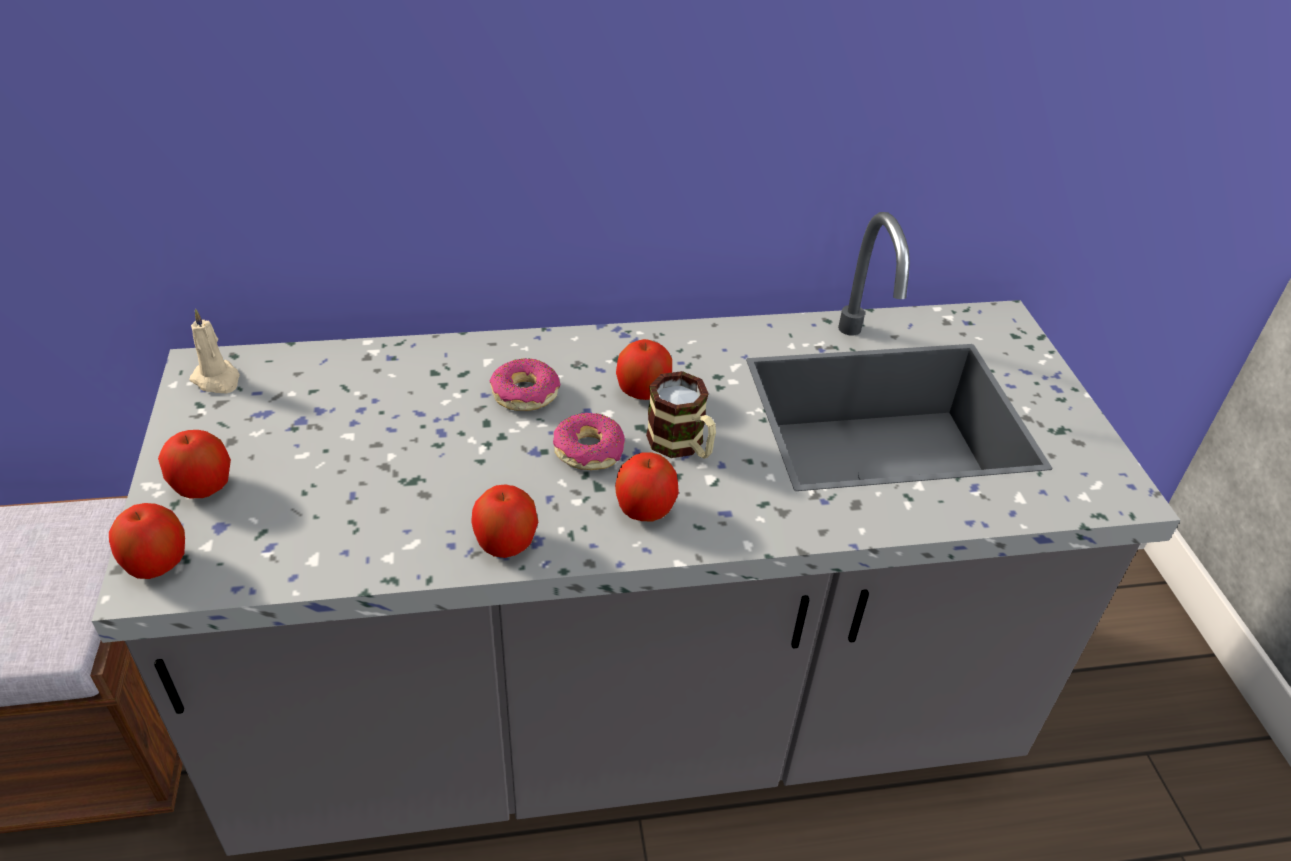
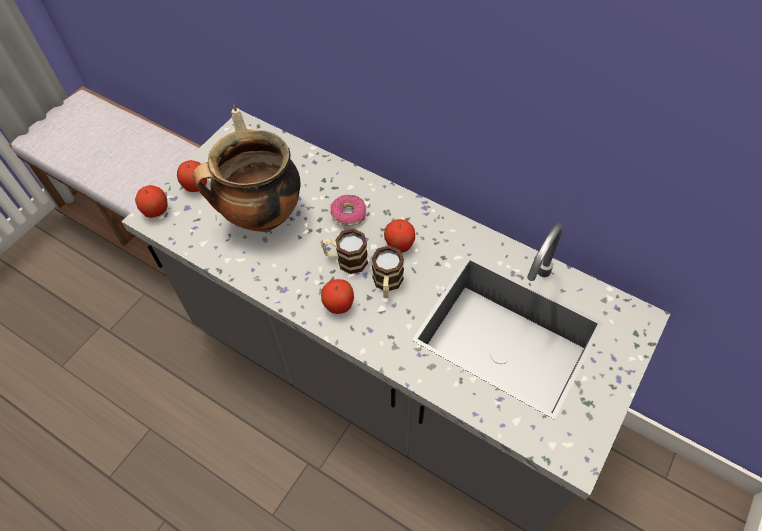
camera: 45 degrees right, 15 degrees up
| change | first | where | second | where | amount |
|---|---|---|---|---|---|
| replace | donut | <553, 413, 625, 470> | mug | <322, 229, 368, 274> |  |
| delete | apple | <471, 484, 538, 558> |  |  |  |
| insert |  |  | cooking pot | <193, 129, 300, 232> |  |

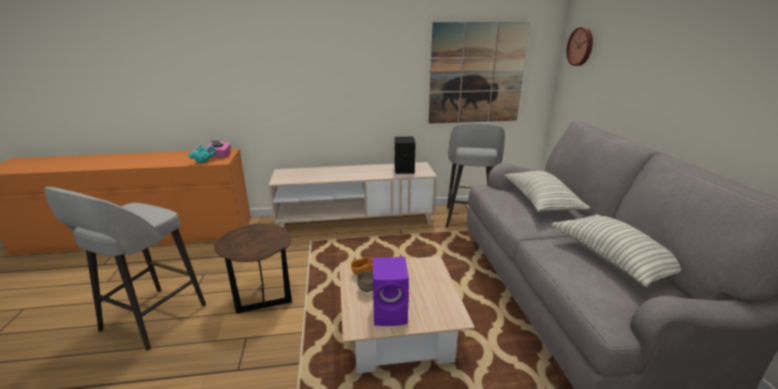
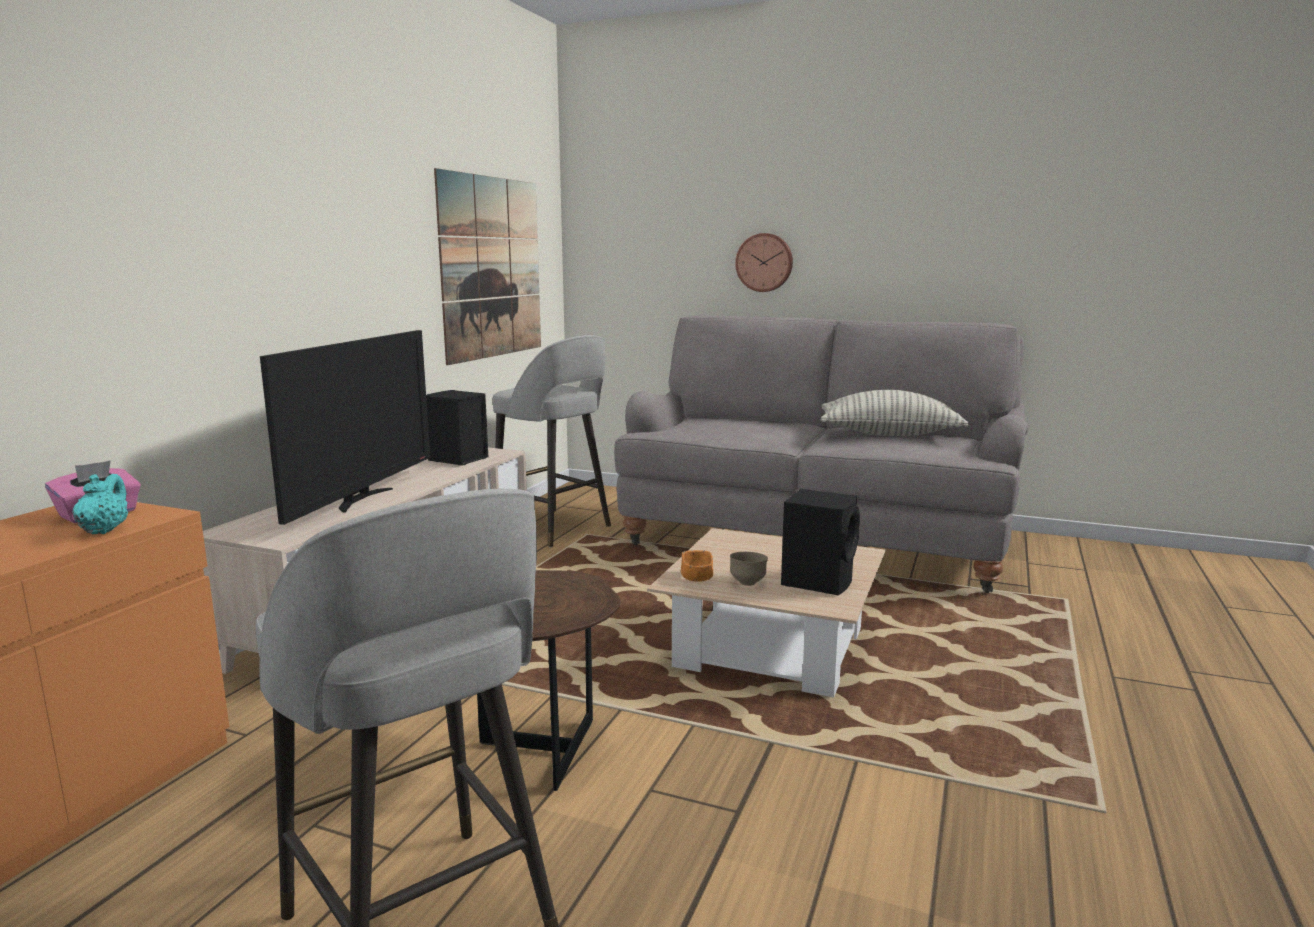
camera: 60 degrees left, 10 degrees down
| change | first | where | second | where | amount |
|---|---|---|---|---|---|
| move | wall clock | <566, 27, 593, 66> |  | <735, 233, 793, 292> |  |
| delete | pillow | <504, 171, 590, 212> |  |  |  |
| recolor | speaker (purple) | <373, 257, 409, 326> | speaker (black) | <781, 489, 860, 595> |  |
| insert |  |  | television | <260, 330, 430, 525> |  |

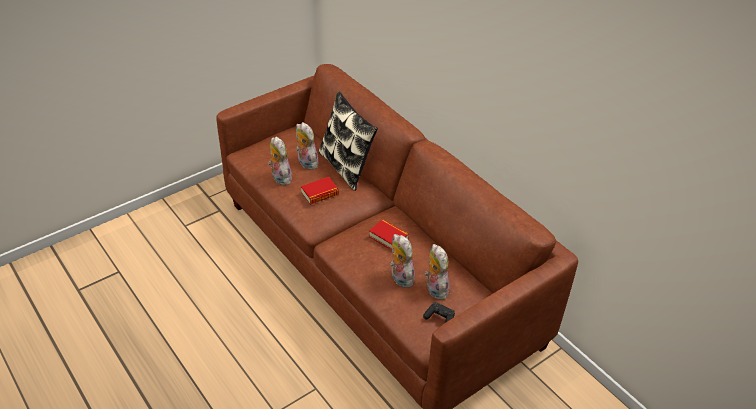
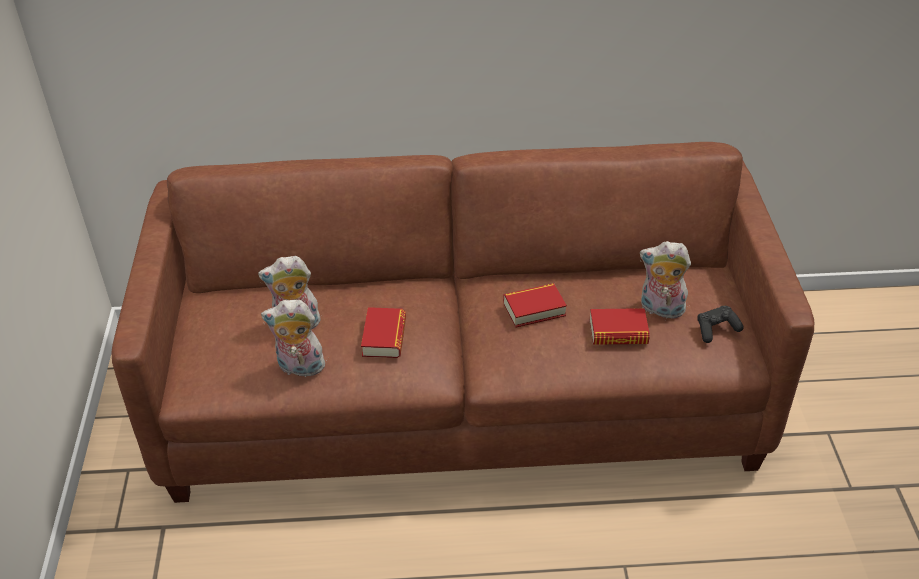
camera: 55 degrees left, 0 degrees up
| change | first | where | second | where | amount |
|---|---|---|---|---|---|
| delete | pillow | <318, 92, 378, 191> |  |  |  |
| replace | plush toy | <390, 234, 416, 288> | book | <589, 308, 650, 345> |  |

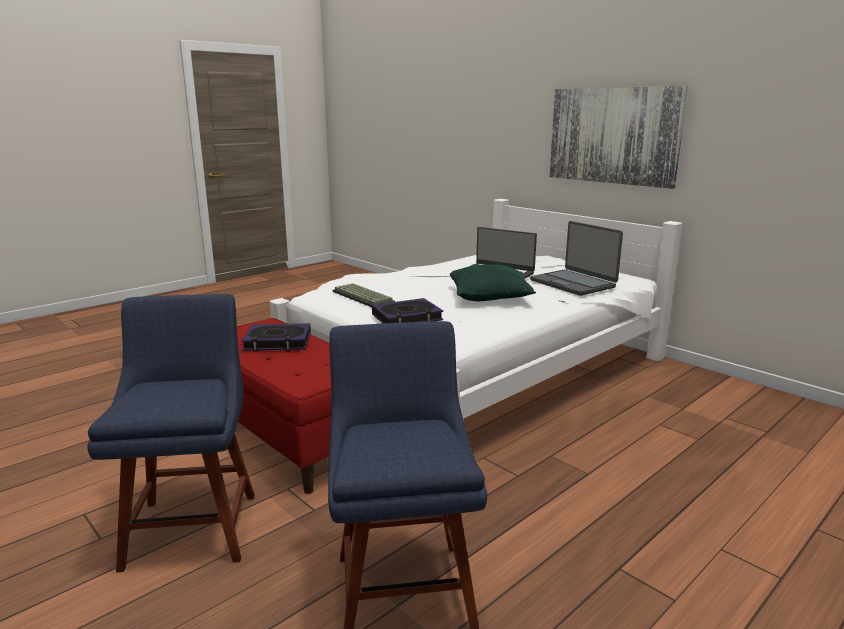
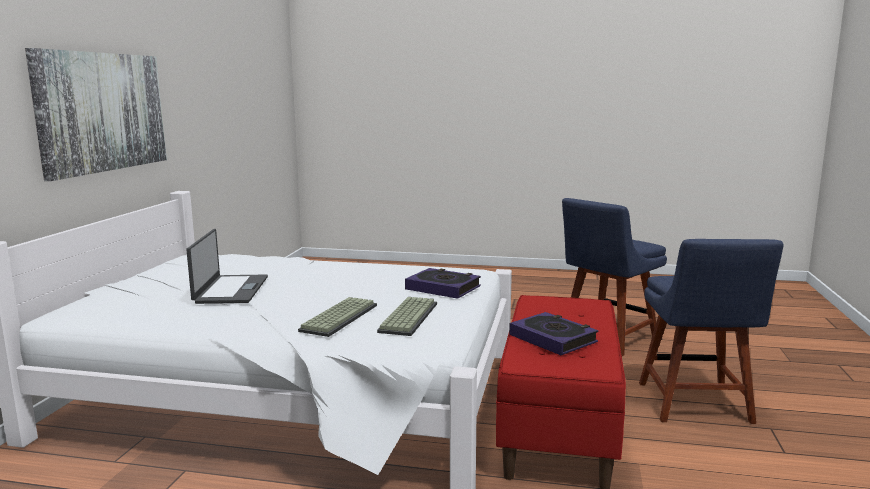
camera: 125 degrees left, 5 degrees down
| change | first | where | second | where | amount |
|---|---|---|---|---|---|
| delete | laptop | <530, 221, 623, 296> |  |  |  |
| delete | pillow (green) | <450, 265, 536, 301> |  |  |  |
| rotate | chair (blue) | <87, 294, 255, 573> |  | <639, 239, 784, 424> | 45 degrees counterclockwise |
| insert |  |  | keyboard | <298, 297, 377, 337> |  |

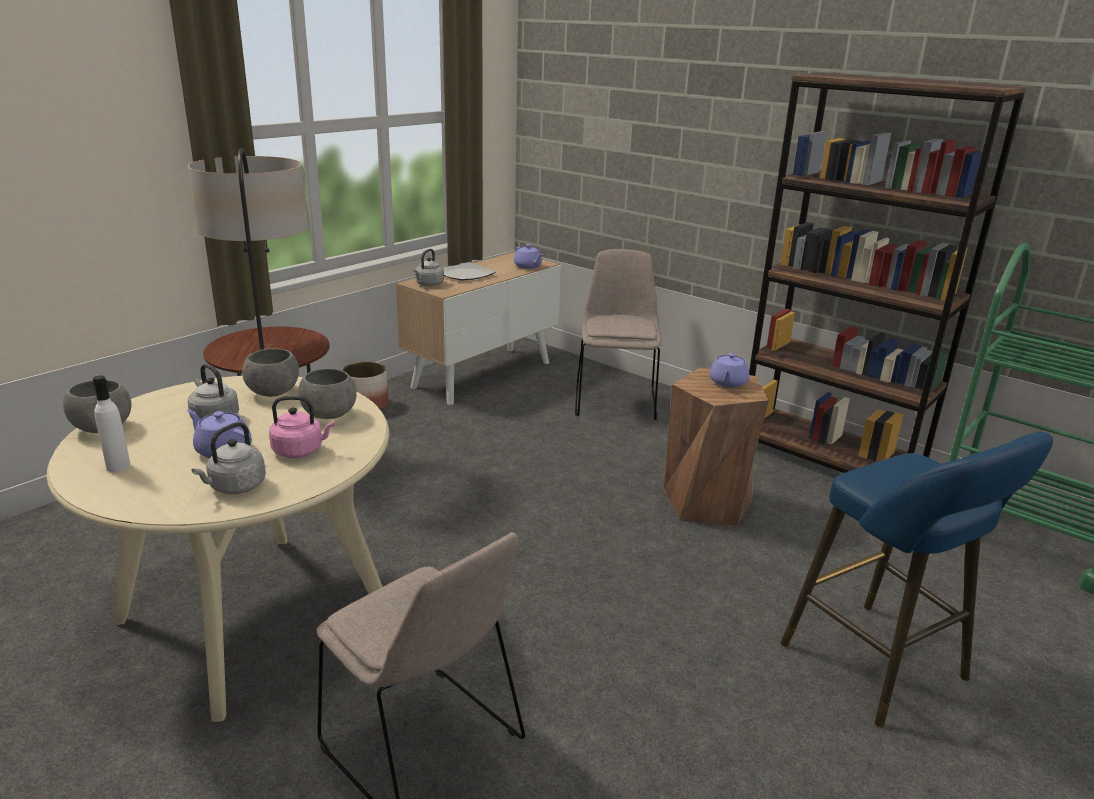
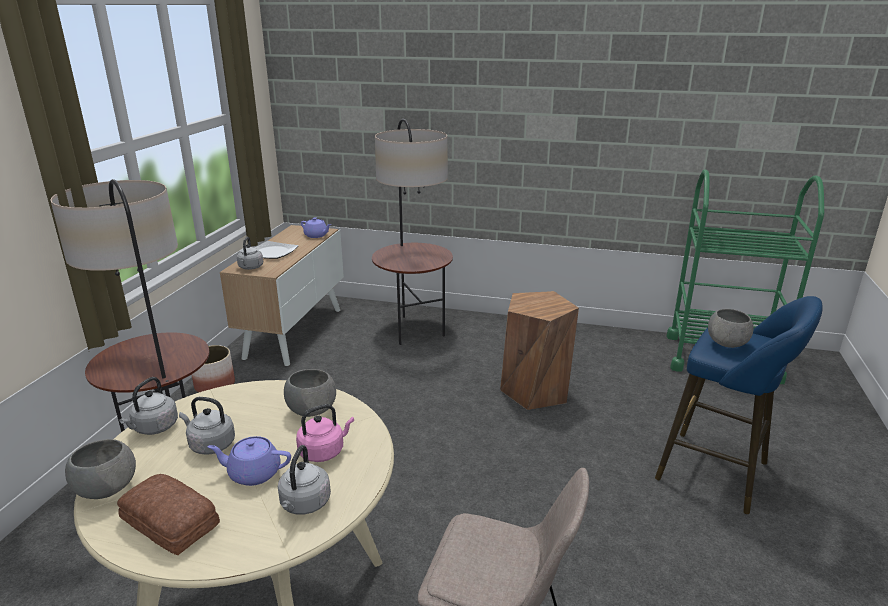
camera: 25 degrees left, 0 degrees up
| change | first | where | second | where | amount |
|---|---|---|---|---|---|
| delete | bookcase (brown) | <749, 73, 1028, 473> |  |  |  |
| replace | chair (beige) | <575, 249, 661, 420> | floor lamp | <372, 119, 453, 345> |  |
| move | bowl (grey) | <242, 348, 299, 397> |  | <708, 309, 754, 348> |  |
| delete | teapot (purple) | <709, 353, 749, 388> |  |  |  |
| replace | bottle (white) | <93, 375, 130, 472> | bread | <117, 474, 220, 555> |  |
| insert |  |  | kettle (grey) | <119, 377, 178, 435> |  |

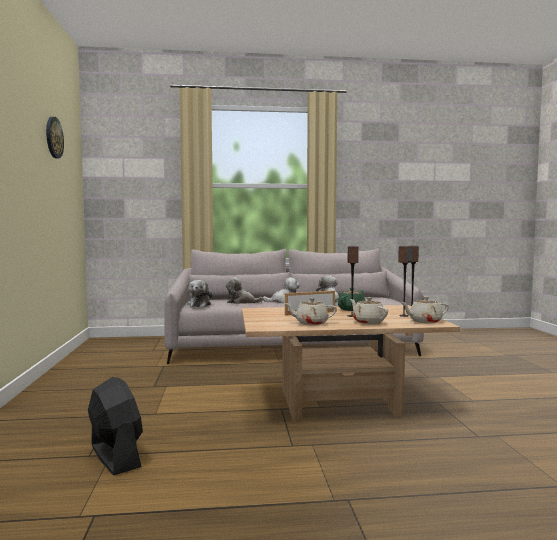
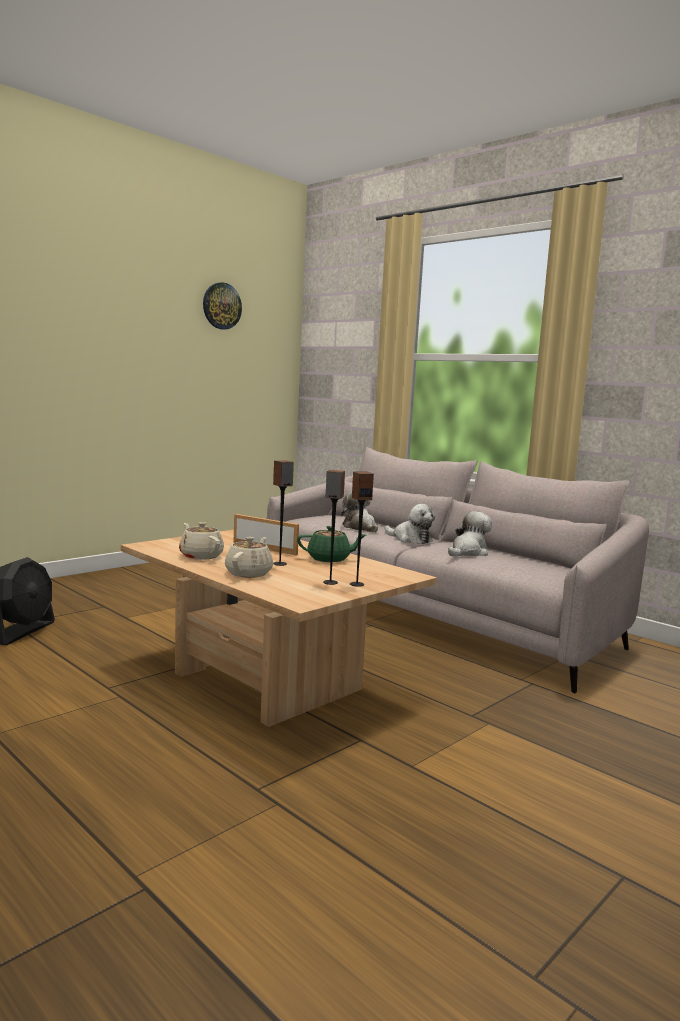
camera: 50 degrees right, 5 degrees up
| change | first | where | second | where | amount |
|---|---|---|---|---|---|
| delete | plush toy | <187, 280, 212, 307> |  |  |  |
| delete | teapot (beige) | <402, 296, 449, 323> |  |  |  |

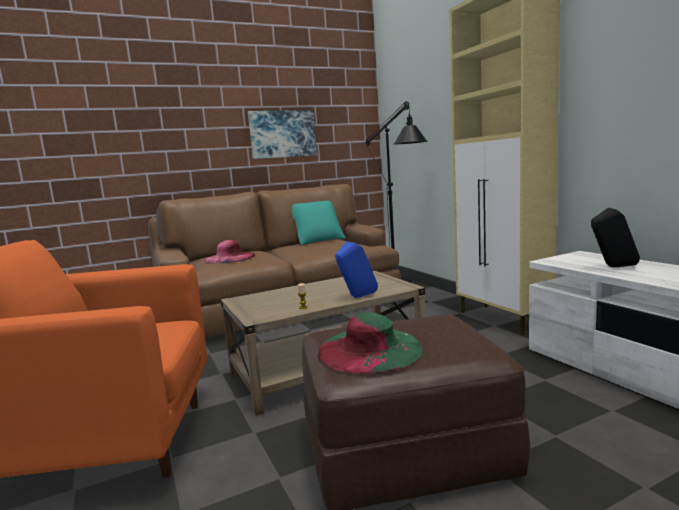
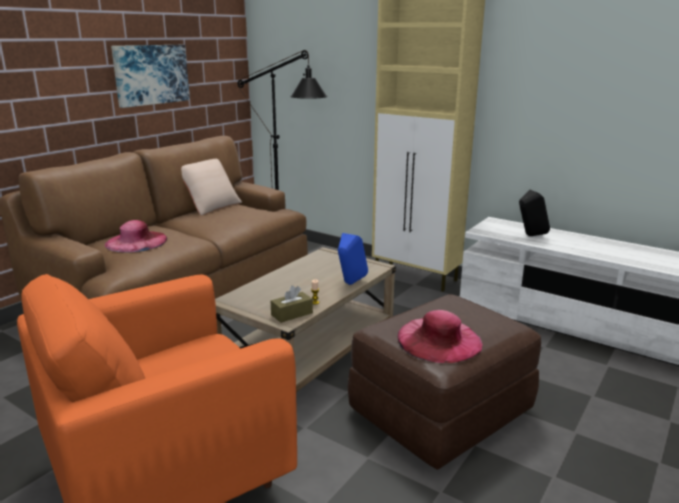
camera: 30 degrees left, 10 degrees up
| change | first | where | second | where | amount |
|---|---|---|---|---|---|
| recolor | pillow (turquoise) | <292, 201, 346, 245> | pillow (beige) | <181, 159, 242, 216> |  |
| recolor | hat (green) | <317, 313, 422, 373> | hat (pink) | <398, 310, 483, 363> |  |
| insert |  |  | tissue box (brown) | <271, 285, 313, 323> |  |

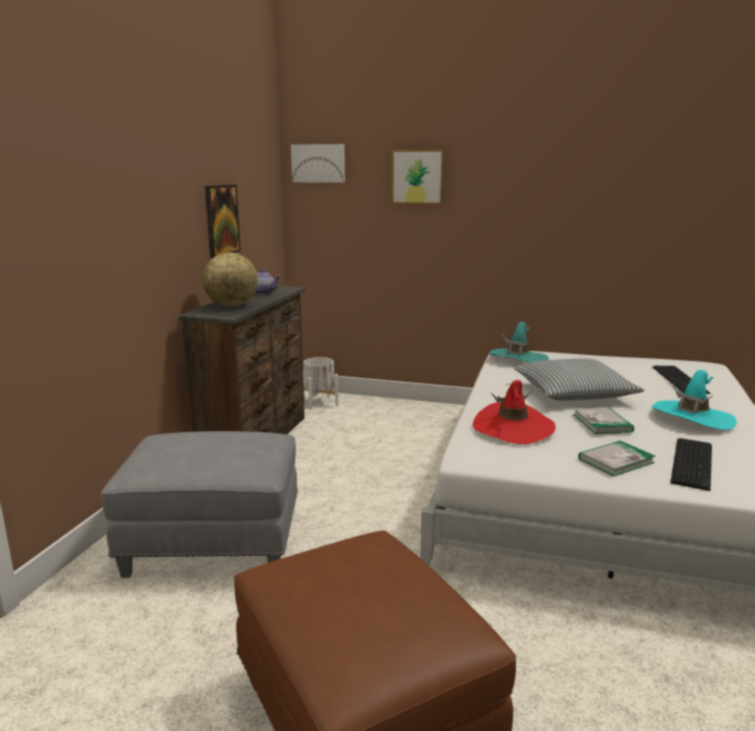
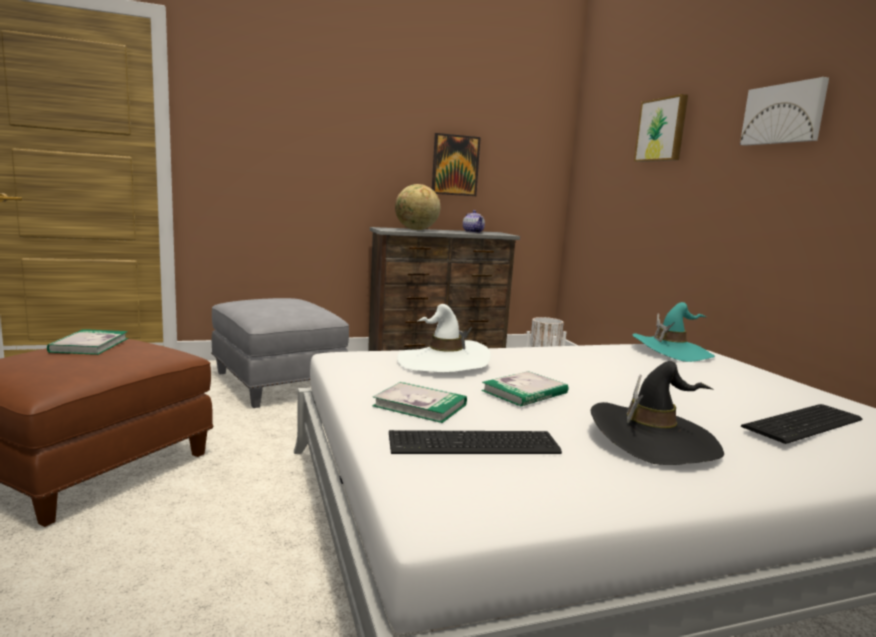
camera: 55 degrees right, 5 degrees down
| change | first | where | second | where | amount |
|---|---|---|---|---|---|
| move | picture | <291, 144, 345, 183> |  | <740, 77, 829, 146> |  |
| delete | pillow | <513, 358, 644, 401> |  |  |  |
| recolor | hat (turquoise) | <652, 370, 737, 430> | hat (black) | <590, 361, 724, 465> |  |
| recolor | hat (red) | <473, 380, 556, 444> | hat (white) | <397, 304, 491, 372> |  |
| insert |  |  | book | <47, 329, 128, 355> |  |

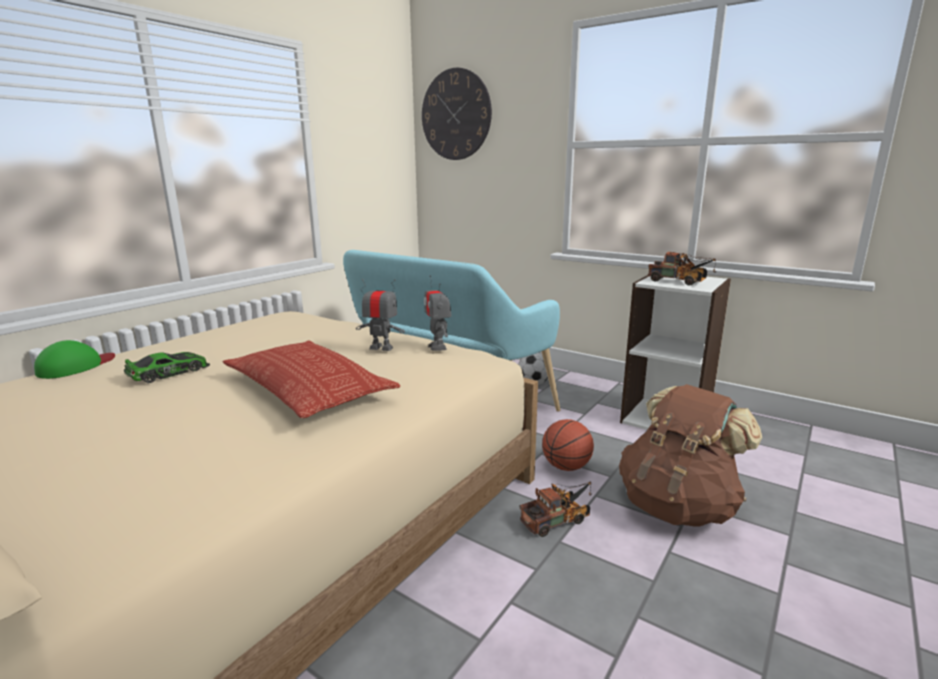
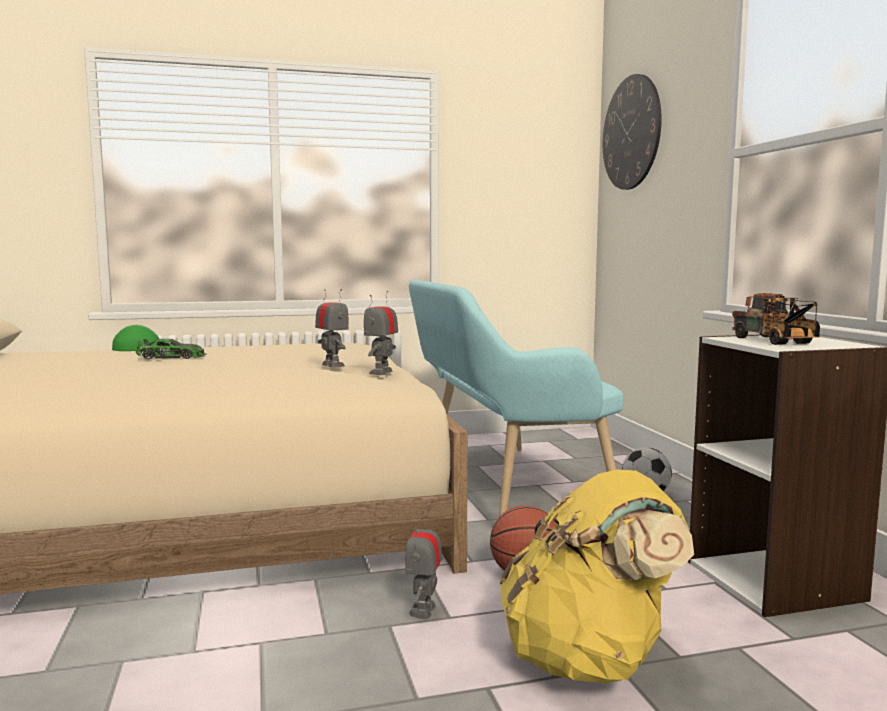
camera: 40 degrees right, 10 degrees down
| change | first | where | second | where | amount |
|---|---|---|---|---|---|
| delete | pillow | <223, 340, 400, 418> |  |  |  |
| recolor | backpack (brown) | <619, 384, 762, 527> | backpack (yellow) | <500, 470, 694, 683> |  |
| replace | toy truck | <519, 481, 592, 537> | toy robot | <405, 508, 442, 619> |  |

